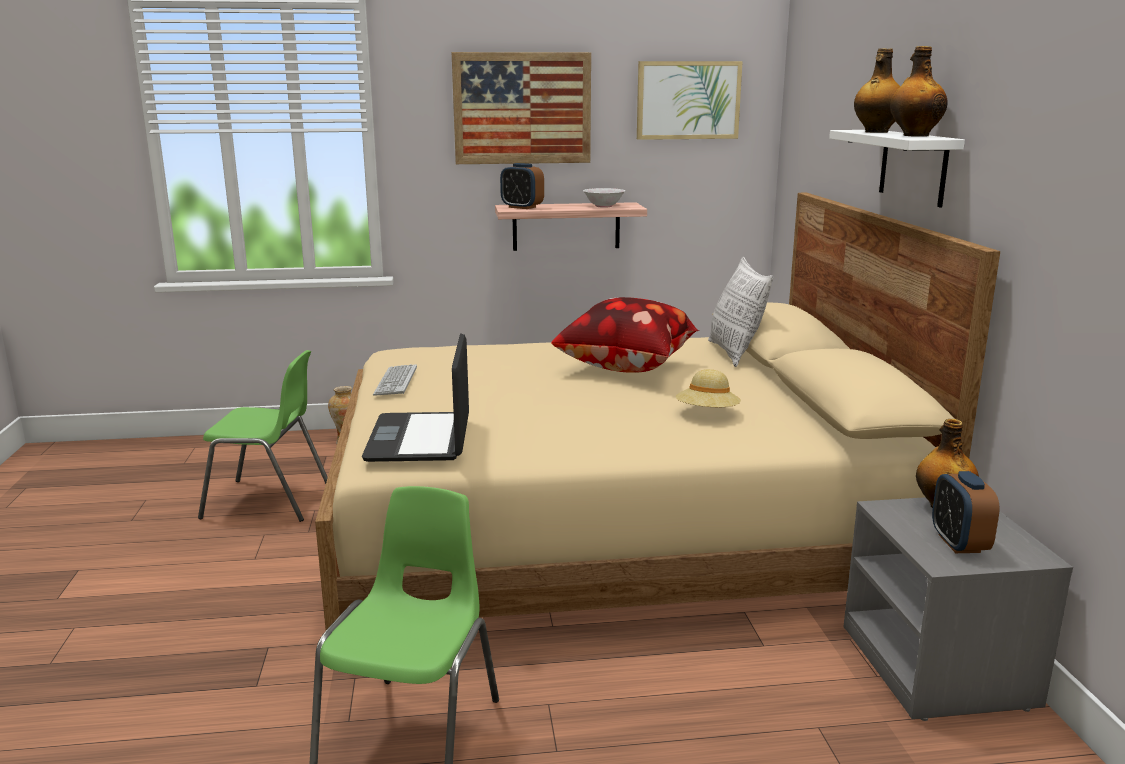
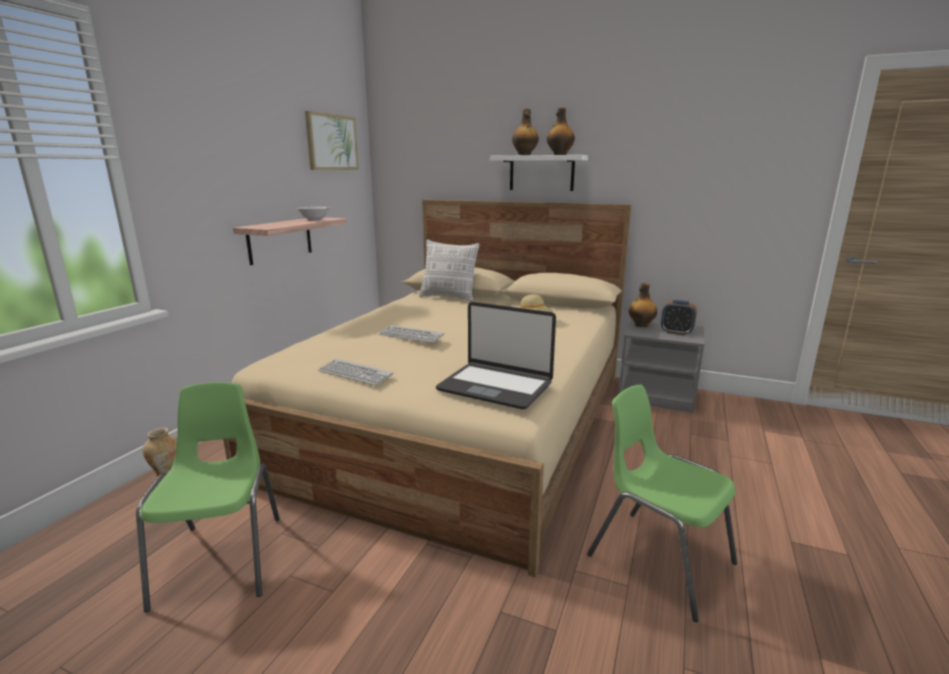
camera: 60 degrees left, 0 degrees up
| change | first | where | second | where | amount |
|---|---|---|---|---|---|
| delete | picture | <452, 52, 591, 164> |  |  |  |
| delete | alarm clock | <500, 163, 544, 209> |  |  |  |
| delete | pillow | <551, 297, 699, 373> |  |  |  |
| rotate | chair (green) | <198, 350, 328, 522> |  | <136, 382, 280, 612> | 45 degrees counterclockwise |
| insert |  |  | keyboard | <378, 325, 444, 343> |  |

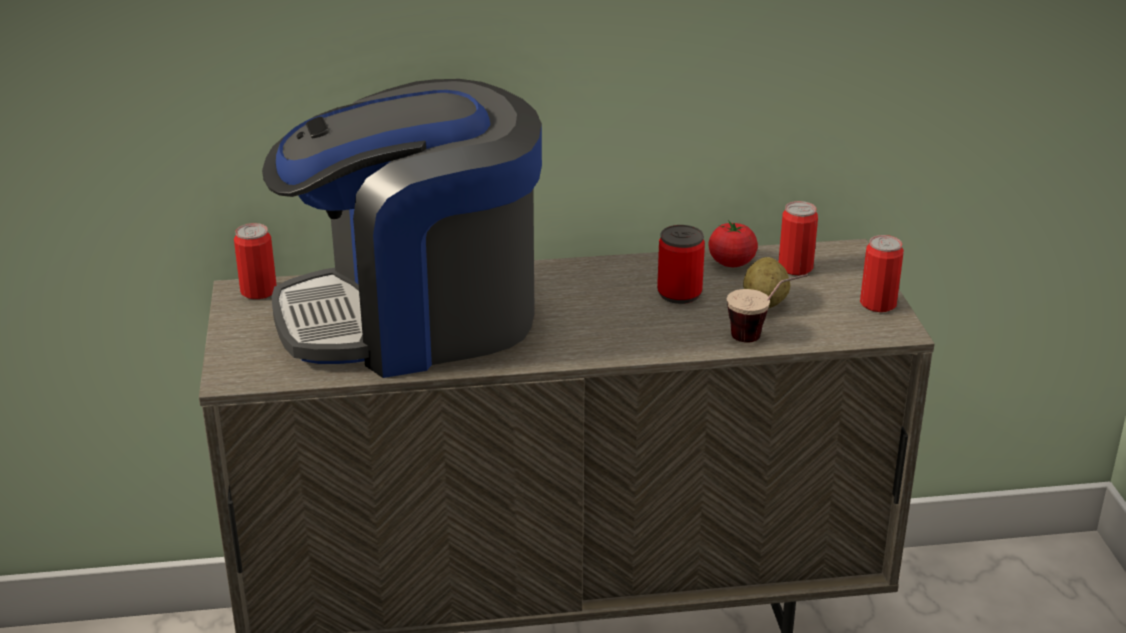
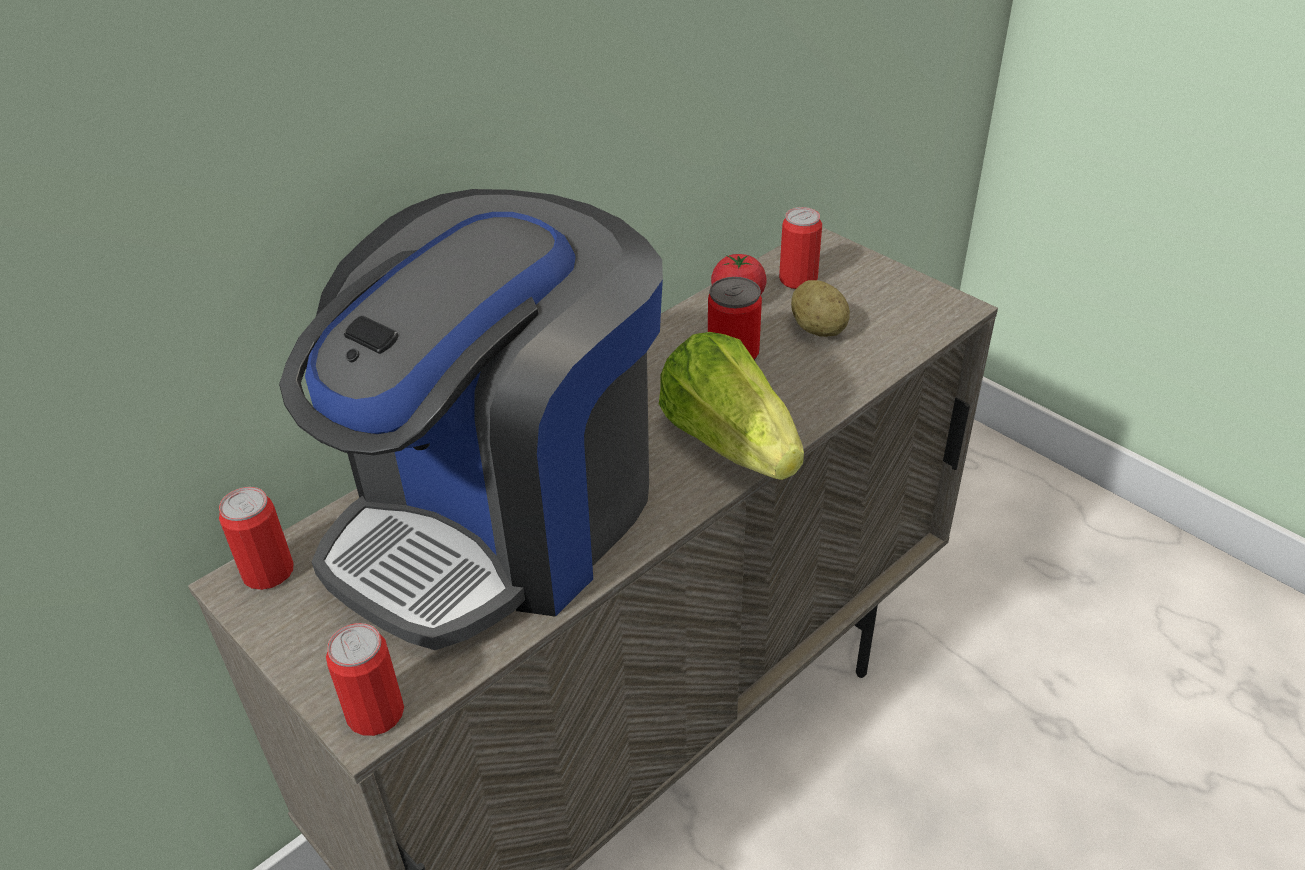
camera: 35 degrees left, 10 degrees up
| change | first | where | second | where | amount |
|---|---|---|---|---|---|
| move | can | <860, 235, 904, 312> |  | <326, 623, 404, 736> |  |
| delete | cup | <727, 274, 809, 343> |  |  |  |
| insert |  |  | lettuce | <659, 332, 804, 480> |  |

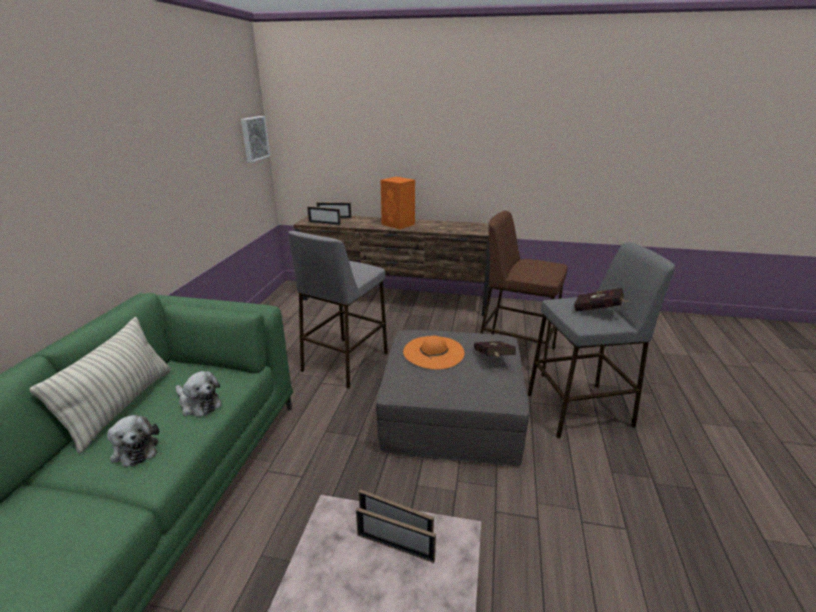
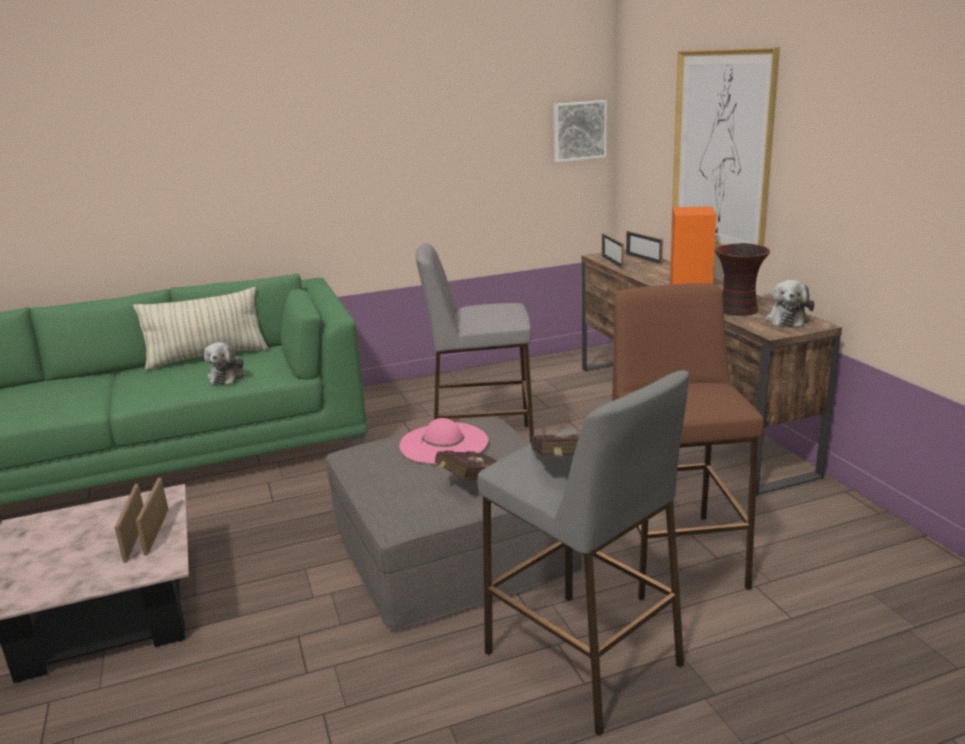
camera: 60 degrees right, 5 degrees down
| change | first | where | second | where | amount |
|---|---|---|---|---|---|
| recolor | hat (orange) | <403, 336, 465, 369> | hat (pink) | <400, 418, 488, 464> |  |
| move | plush toy | <107, 415, 159, 467> |  | <766, 280, 814, 327> |  |
| insert |  |  | picture | <671, 47, 780, 248> |  |
| insert |  |  | vase | <715, 243, 770, 316> |  |

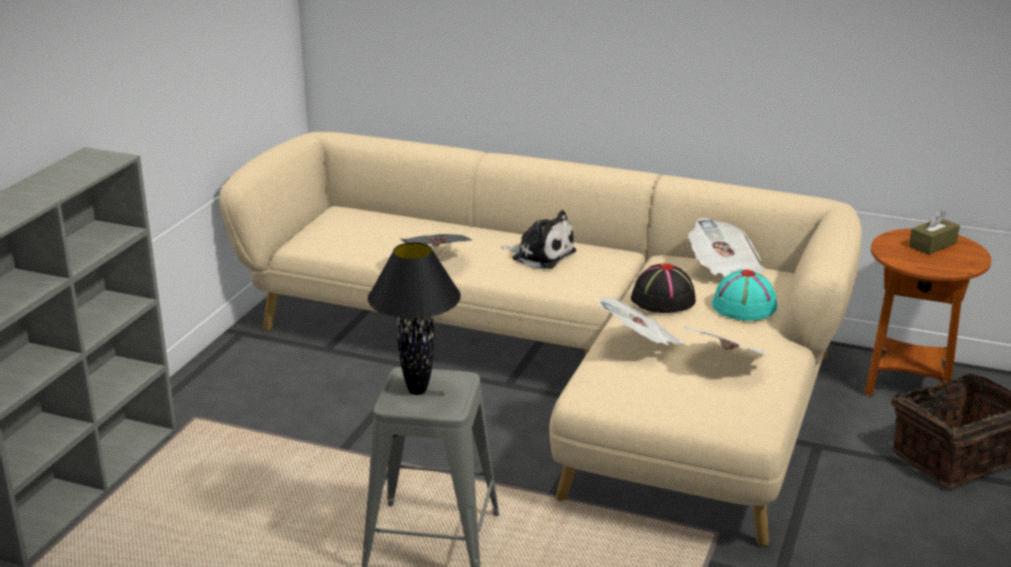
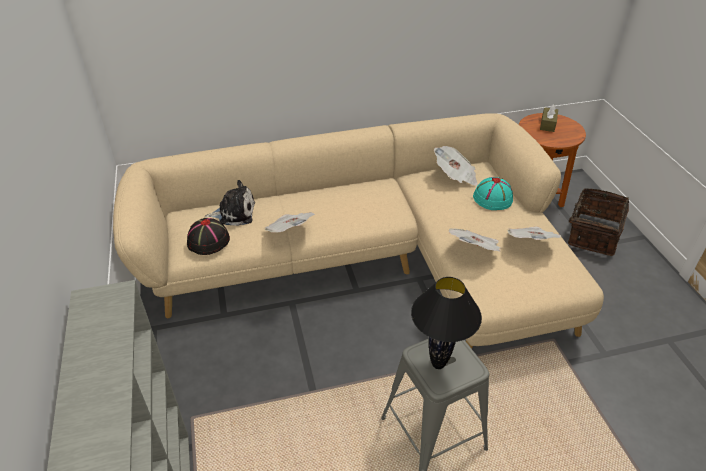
camera: 35 degrees left, 15 degrees up
| change | first | where | second | where | amount |
|---|---|---|---|---|---|
| move | plush toy | <501, 210, 576, 269> |  | <205, 180, 255, 226> |  |
| move | hat (black) | <631, 263, 696, 313> |  | <187, 218, 230, 255> |  |

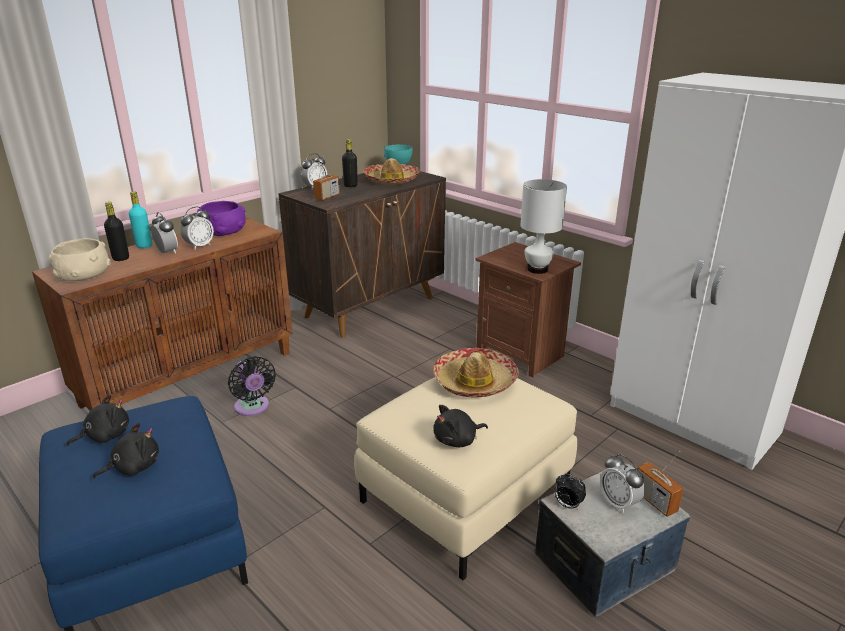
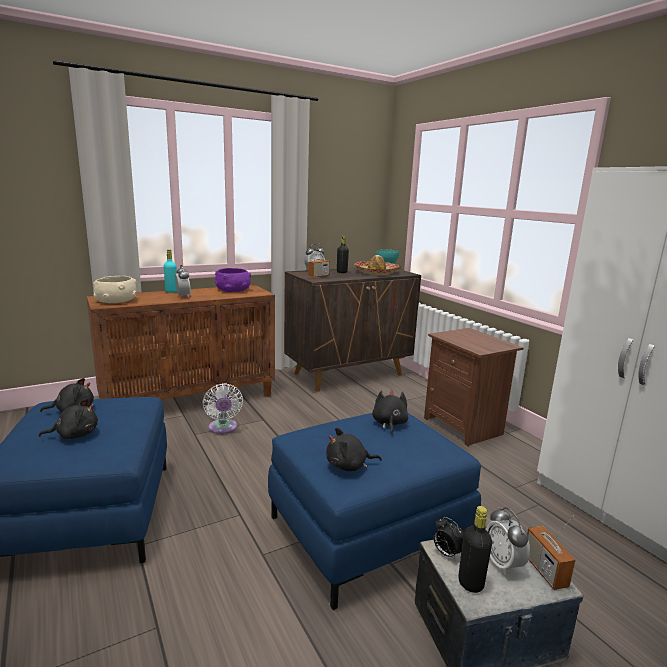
camera: 15 degrees right, 10 degrees down
| change | first | where | second | where | amount |
|---|---|---|---|---|---|
| delete | table lamp (white) | <520, 179, 567, 274> |  |  |  |
| move | bottle (black) | <104, 202, 129, 261> |  | <458, 506, 492, 593> |  |
| delete | alarm clock | <181, 207, 214, 249> |  |  |  |
| replace | hat | <433, 348, 519, 398> | plush toy (black) | <372, 390, 408, 435> |  |
| recolor | fan (black) | <228, 356, 276, 416> | fan (white) | <202, 383, 243, 434> |  |
| recolor | ottoman (beige) | <355, 377, 577, 580> | ottoman (blue) | <268, 413, 481, 610> |  |

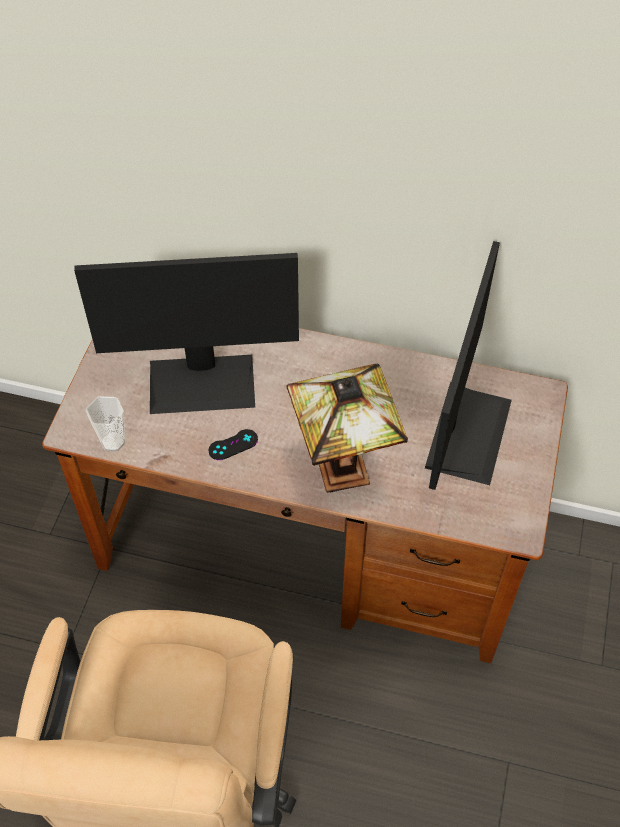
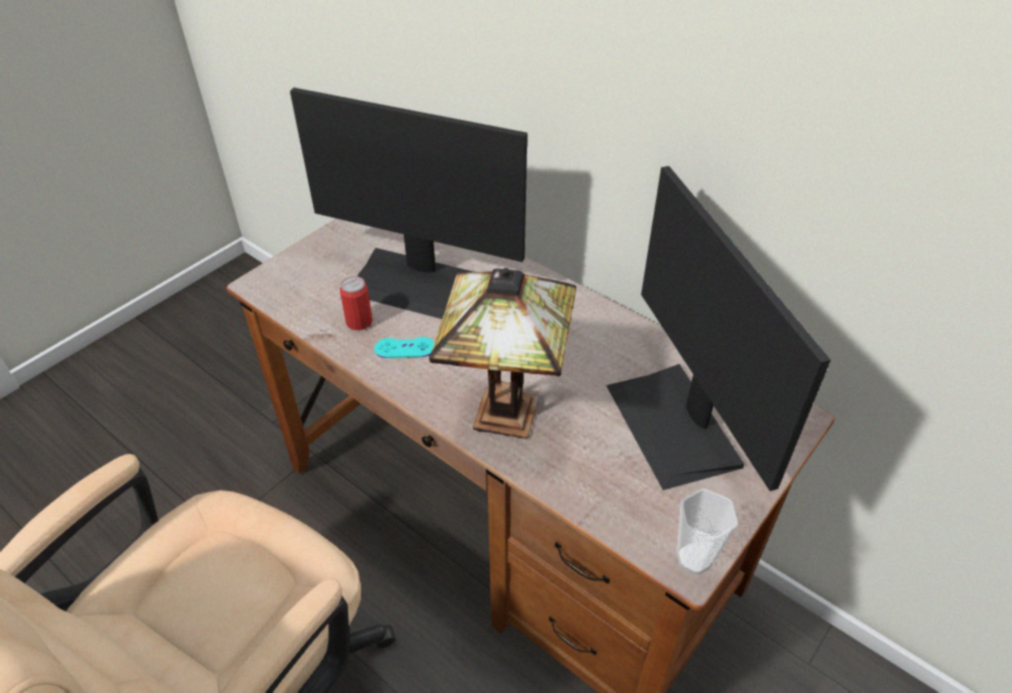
camera: 25 degrees right, 10 degrees down
| change | first | where | second | where | amount |
|---|---|---|---|---|---|
| rotate | monitor | <425, 241, 512, 490> |  | <606, 166, 831, 491> | 120 degrees clockwise |
| move | cup | <85, 396, 125, 452> |  | <677, 489, 738, 575> |  |
| recolor | game controller (black) | <209, 429, 258, 460> | game controller (turquoise) | <374, 337, 434, 358> |  |
| insert |  |  | can | <340, 276, 373, 330> |  |

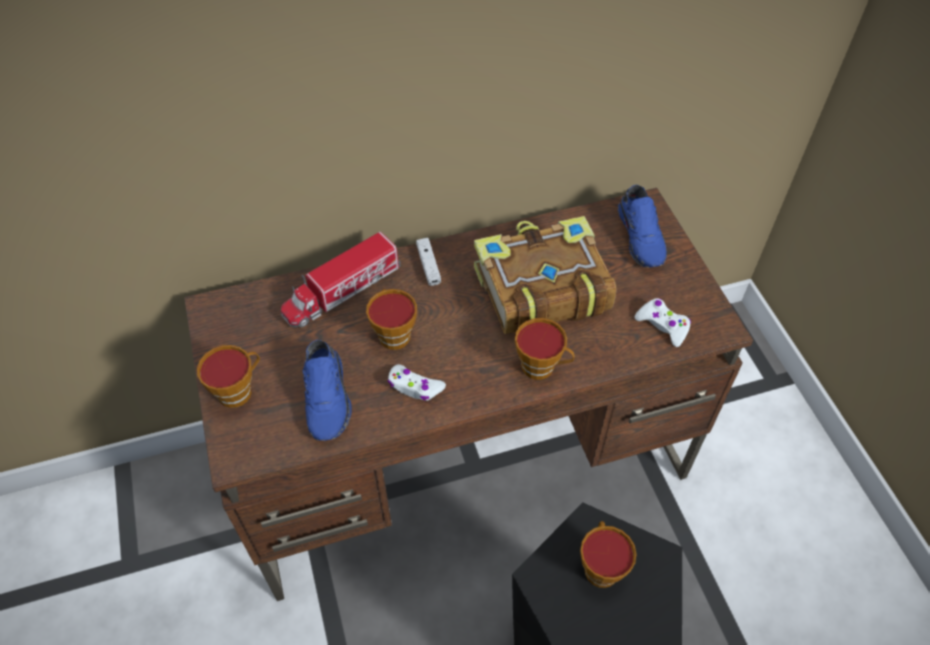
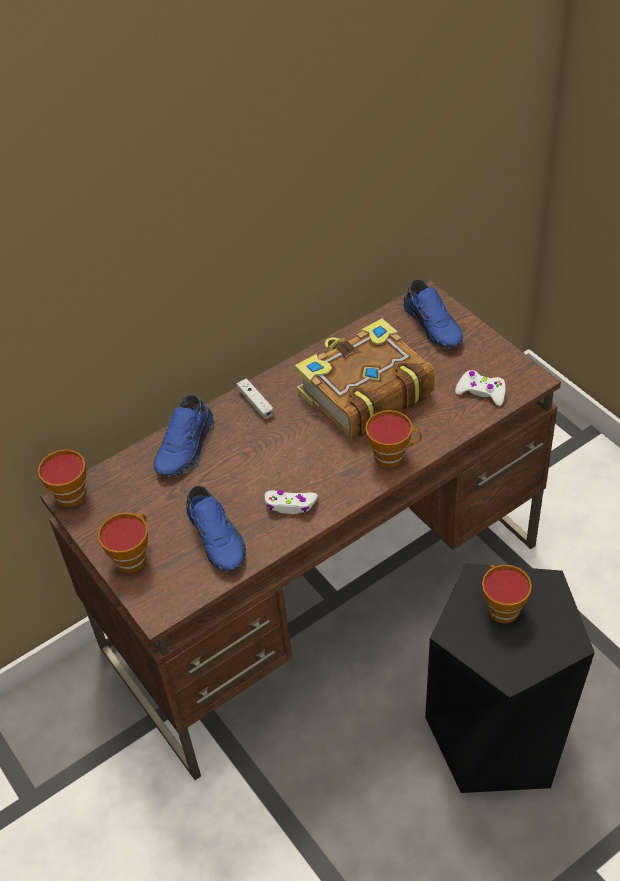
camera: 15 degrees left, 5 degrees down
| change | first | where | second | where | amount |
|---|---|---|---|---|---|
| replace | toy truck | <281, 232, 401, 327> | shoe (blue) | <154, 395, 213, 477> |  |
| move | cup | <366, 289, 417, 350> |  | <38, 449, 86, 507> |  |

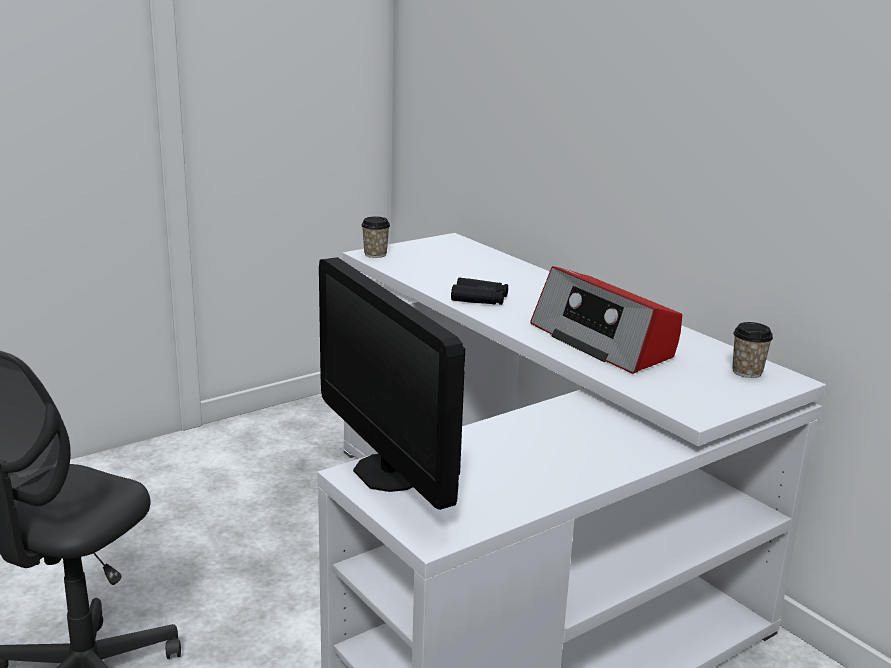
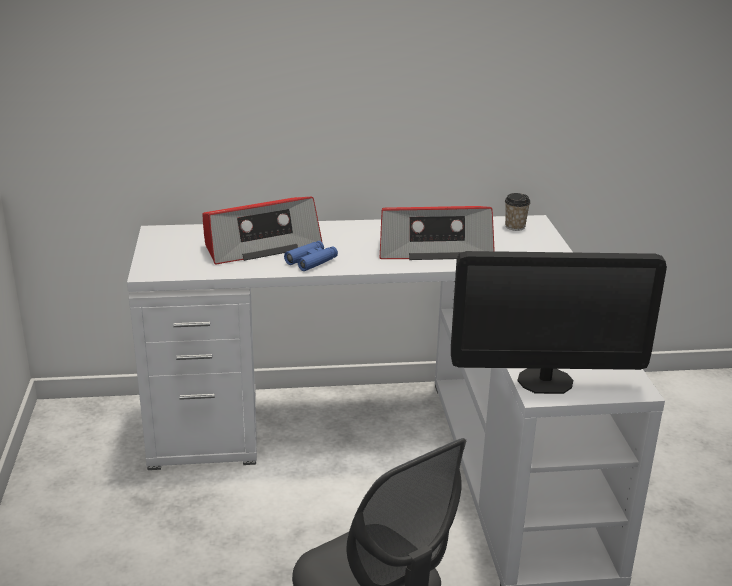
camera: 60 degrees left, 5 degrees up
| change | first | where | second | where | amount |
|---|---|---|---|---|---|
| delete | cup | <361, 216, 390, 258> |  |  |  |
| recolor | binoculars (black) | <451, 277, 508, 305> | binoculars (blue) | <284, 241, 338, 271> |  |
| insert |  |  | radio | <202, 197, 323, 264> |  |

